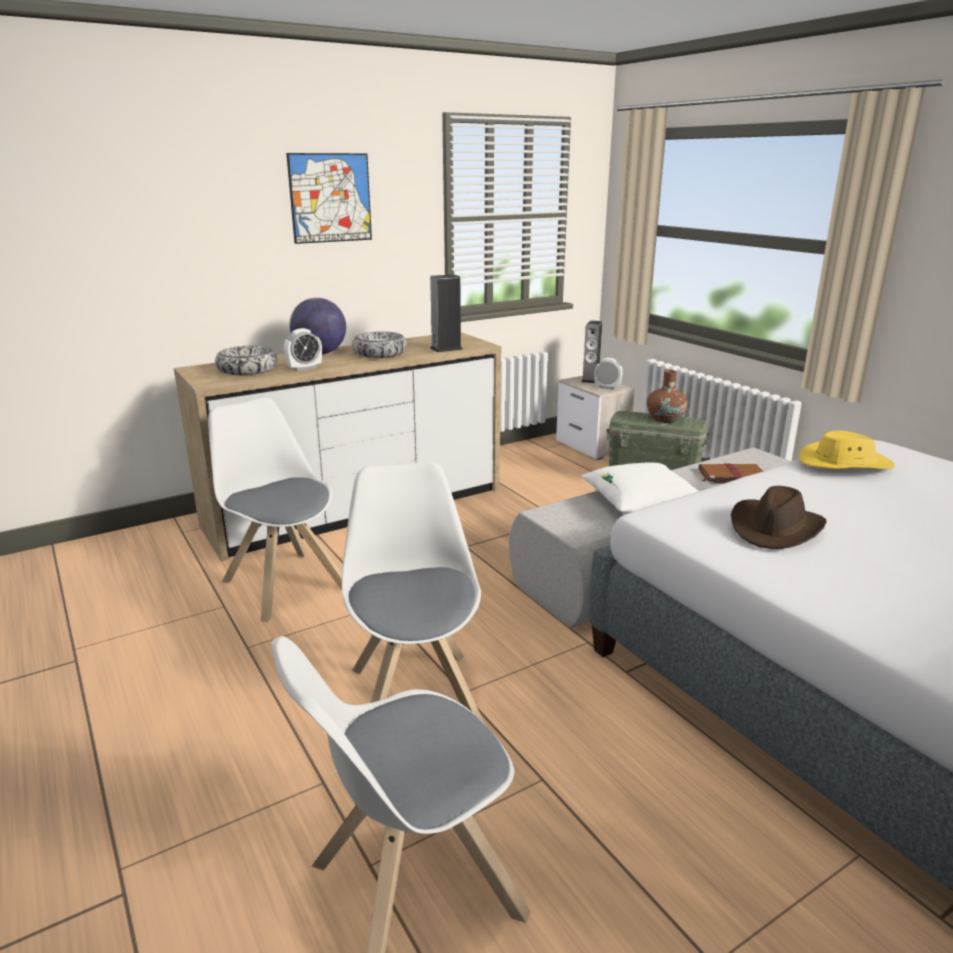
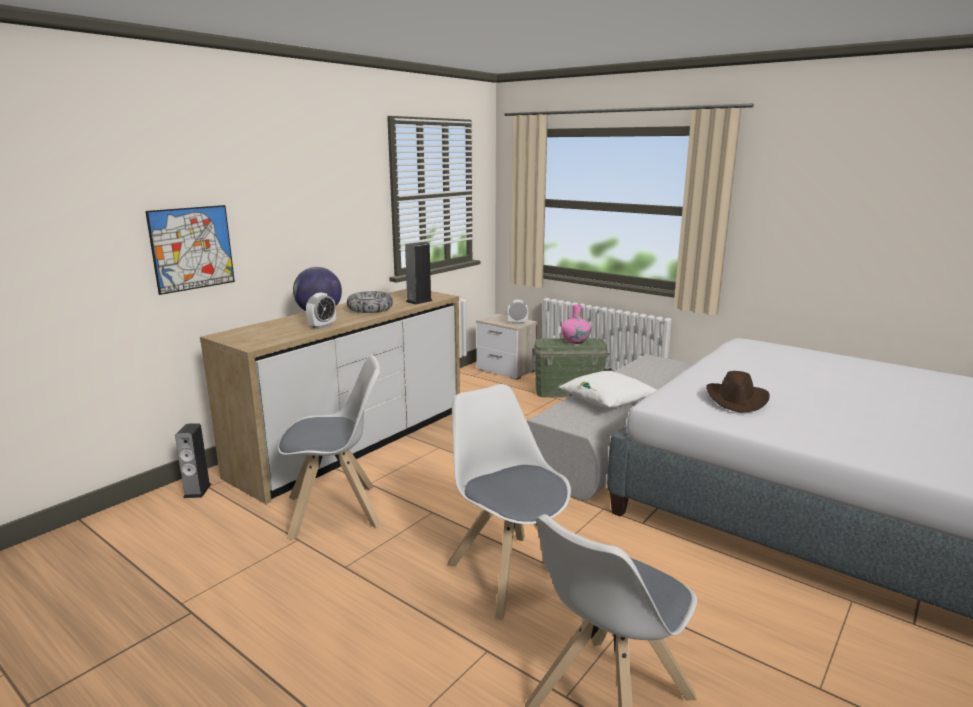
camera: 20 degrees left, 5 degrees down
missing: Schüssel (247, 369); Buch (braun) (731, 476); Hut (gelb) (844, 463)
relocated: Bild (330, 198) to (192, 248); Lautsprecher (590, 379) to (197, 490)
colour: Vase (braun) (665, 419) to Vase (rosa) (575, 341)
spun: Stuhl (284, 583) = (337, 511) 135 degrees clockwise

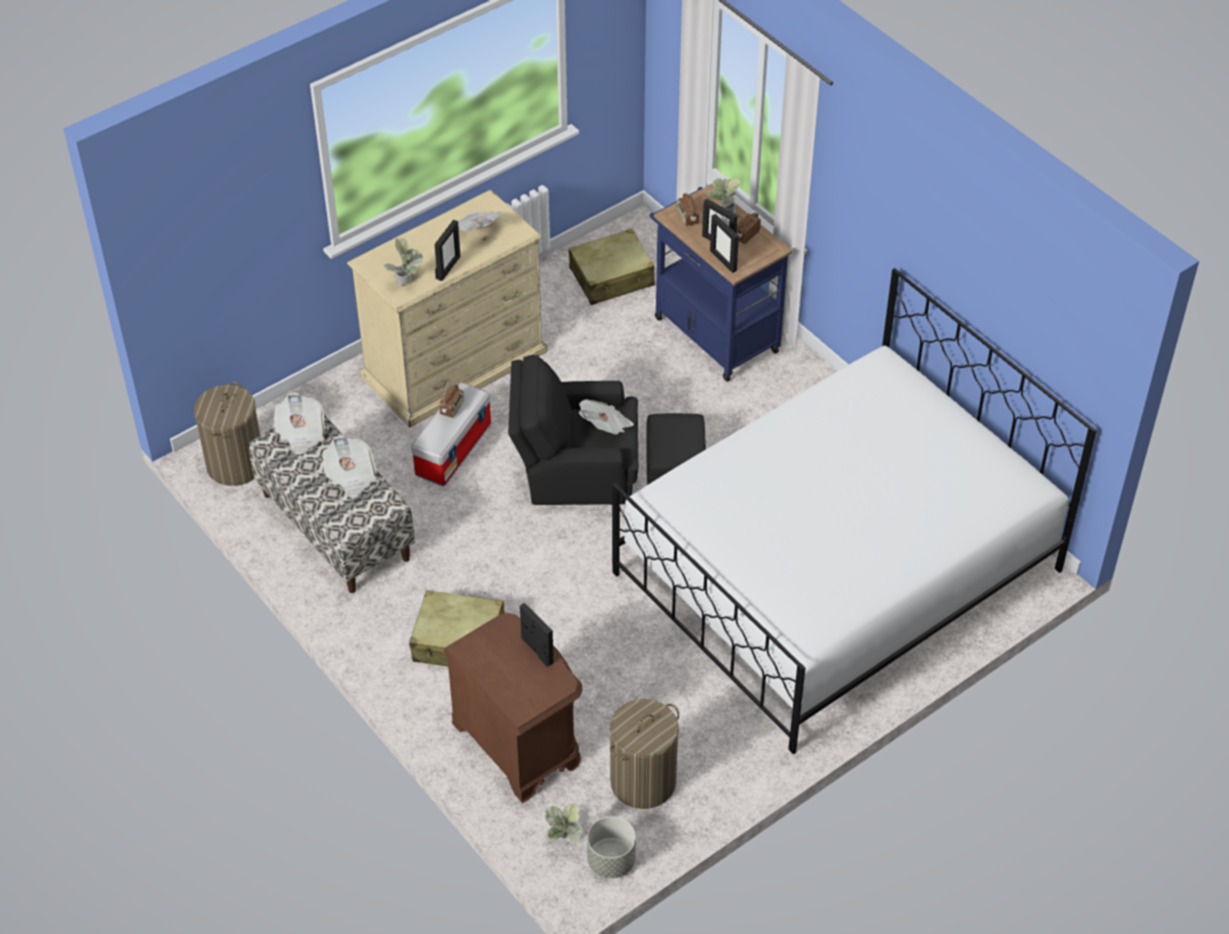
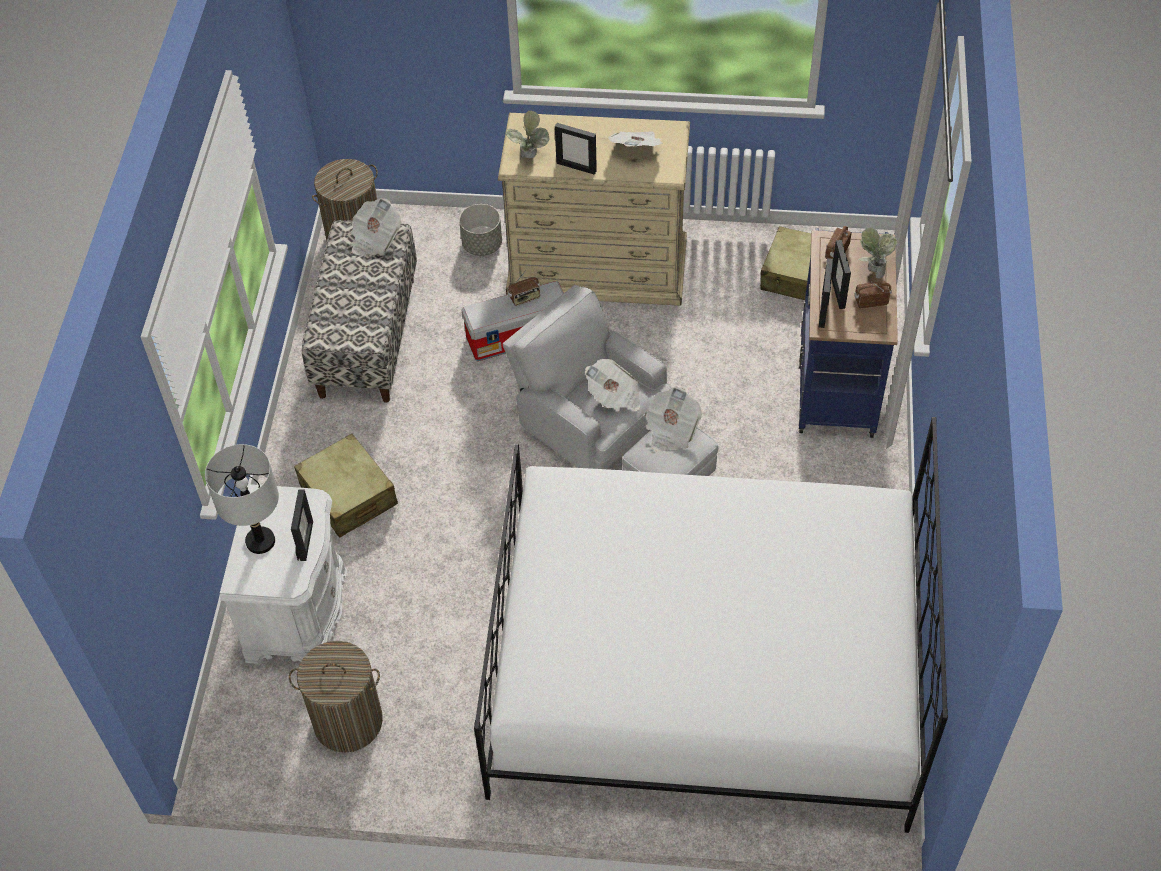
camera: 45 degrees right, 5 degrees up
missing: Topfpflanze (563, 843)
appeared: Tischlampe (grau) (260, 541)
relocated: Zeitung (351, 476) to (671, 430); Pflanzkübel (grau) (611, 861) to (482, 245)
colour: Nachttisch (braun) (519, 740) to Nachttisch (weiß) (300, 610); Sessel (schwarz) (599, 470) to Sessel (weiß) (609, 434)
spun: Bilderrahmen (448, 267) = (576, 166) 45 degrees clockwise

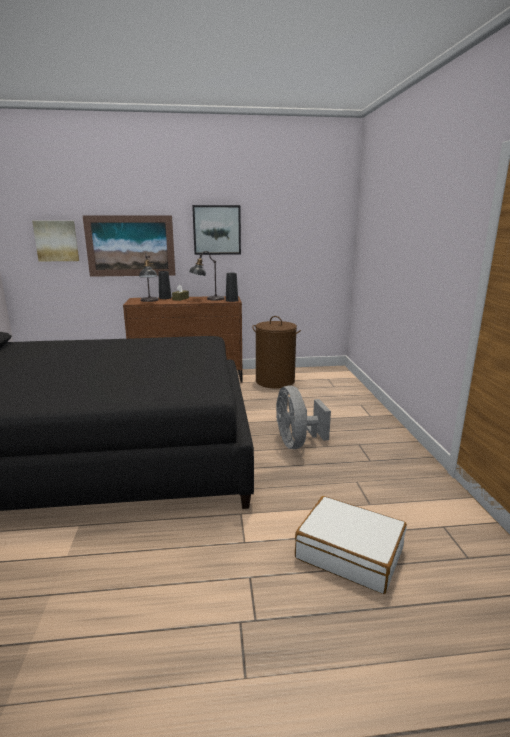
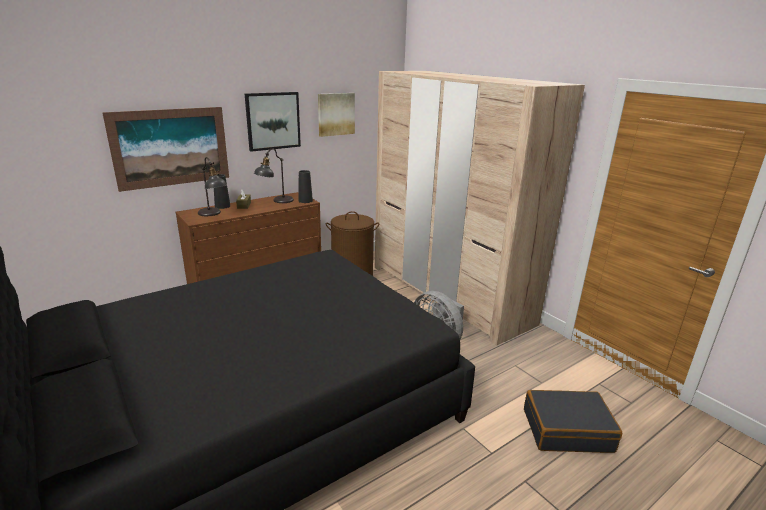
camera: 30 degrees left, 5 degrees up
appeared: Kleiderschrank (beige) (448, 293)
relocated: Bild (56, 241) to (336, 114)
colour: Koffer (weiß) (349, 553) to Koffer (schwarz) (567, 430)

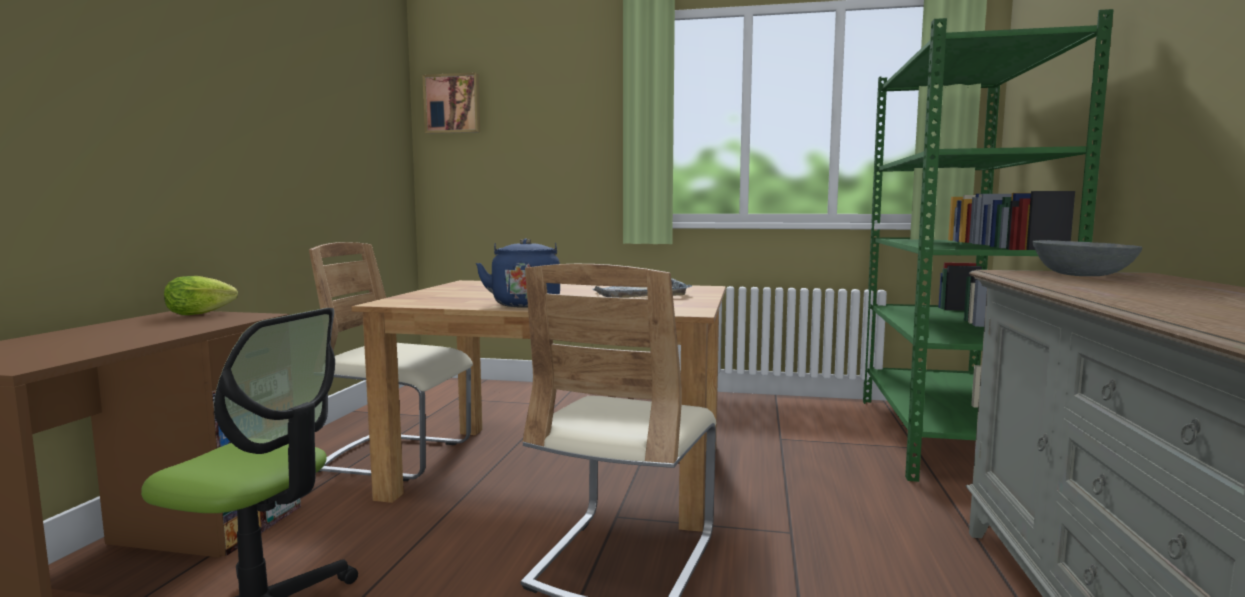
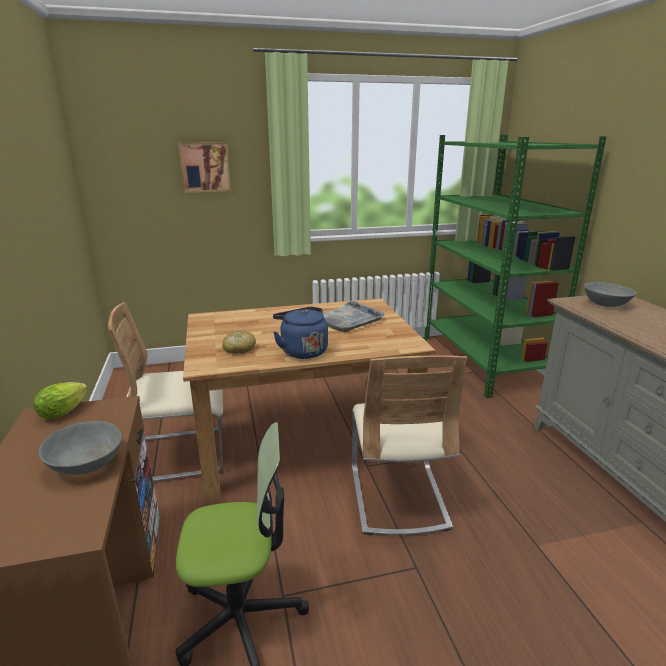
camera: 25 degrees left, 15 degrees up
appeared: Schüssel (grau) (85, 464); Brot (239, 349)
relocated: Bild (453, 104) to (205, 167)

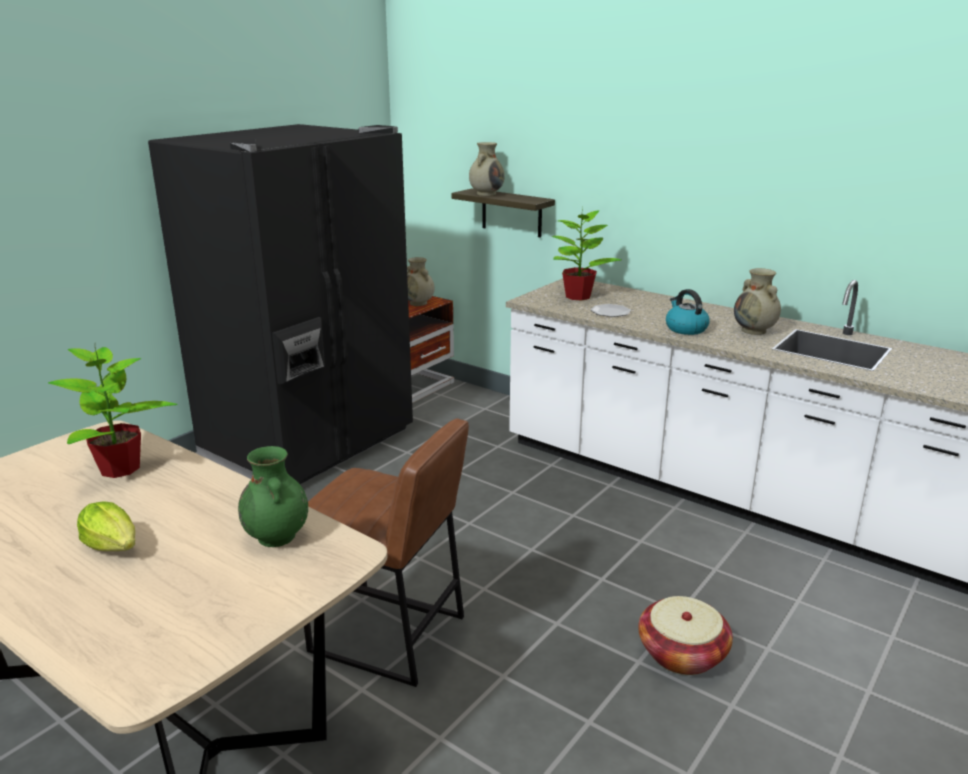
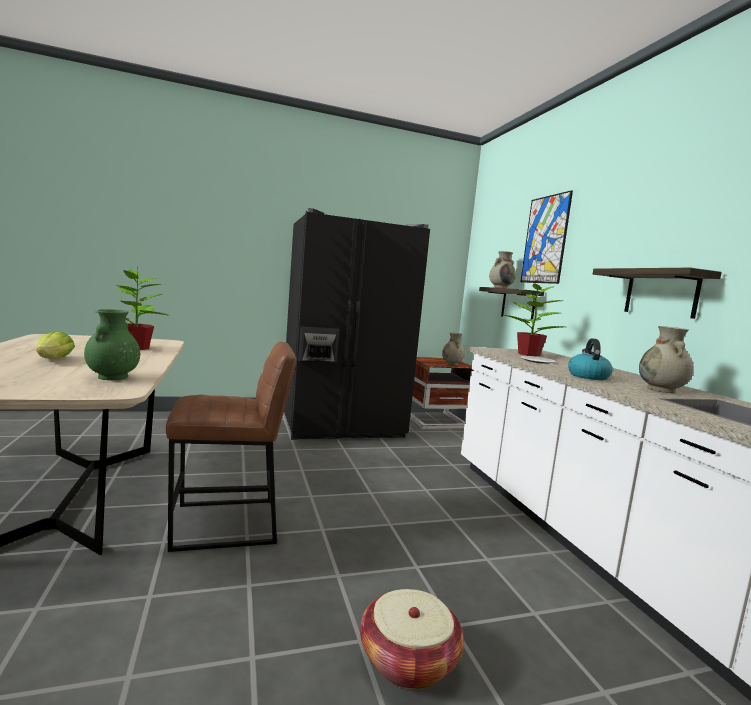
camera: 35 degrees right, 15 degrees down
appeared: Bild (545, 240); Wandregal (661, 293)
spun: Stuhl (braun) (390, 634) = (228, 523) 75 degrees counterclockwise

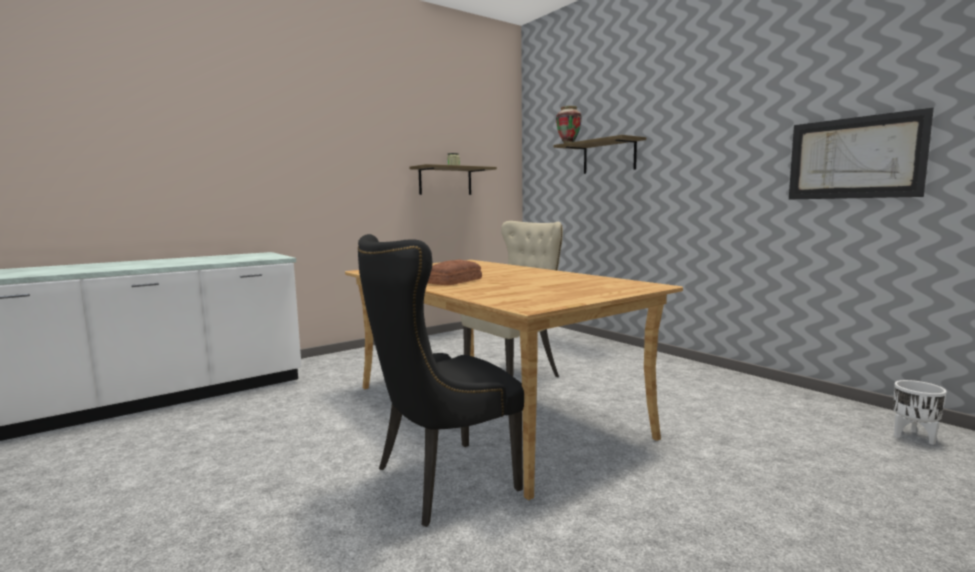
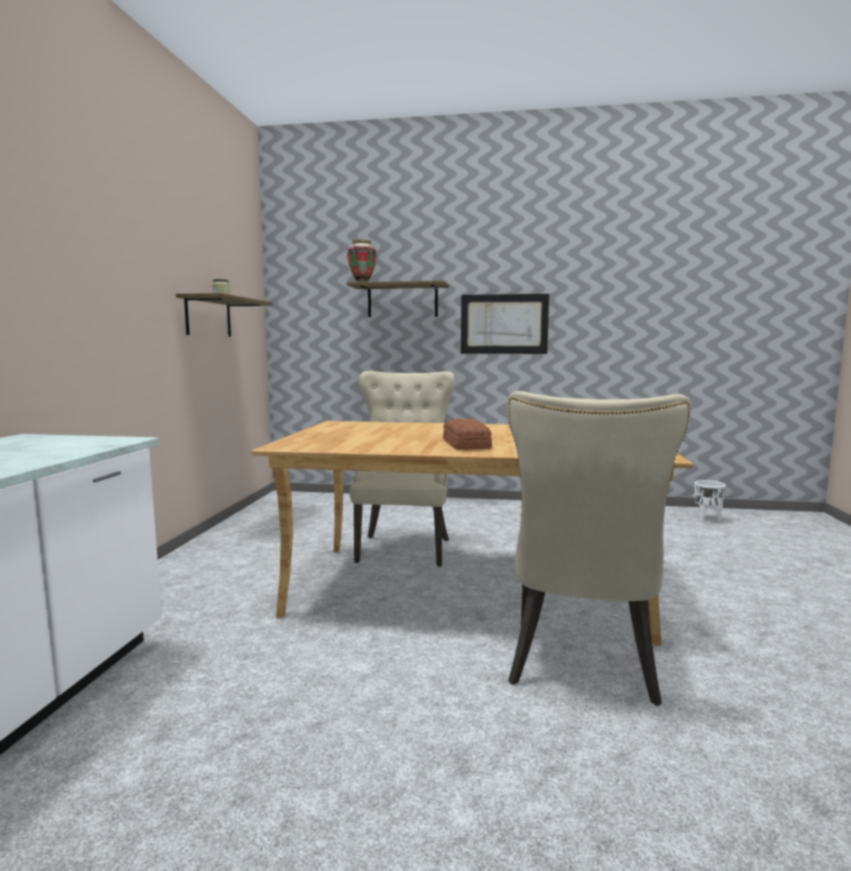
camera: 45 degrees left, 0 degrees up
relocated: Bild (854, 158) to (504, 324)
colour: Stuhl (schwarz) (443, 481) to Stuhl (beige) (581, 664)

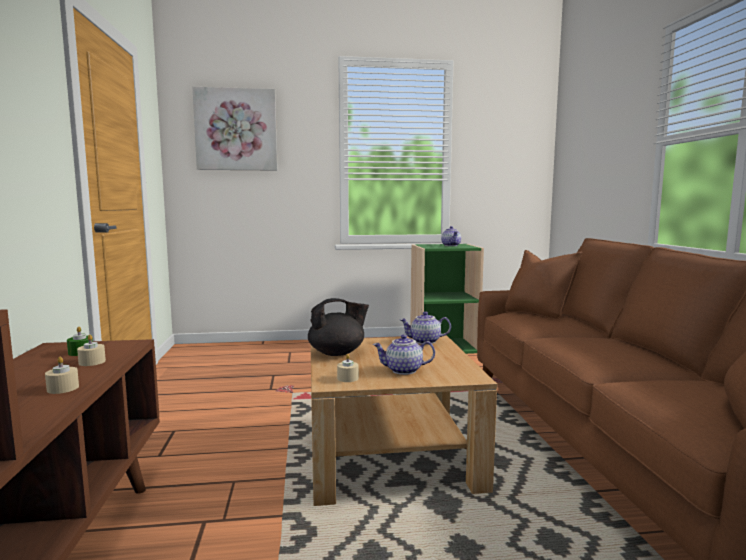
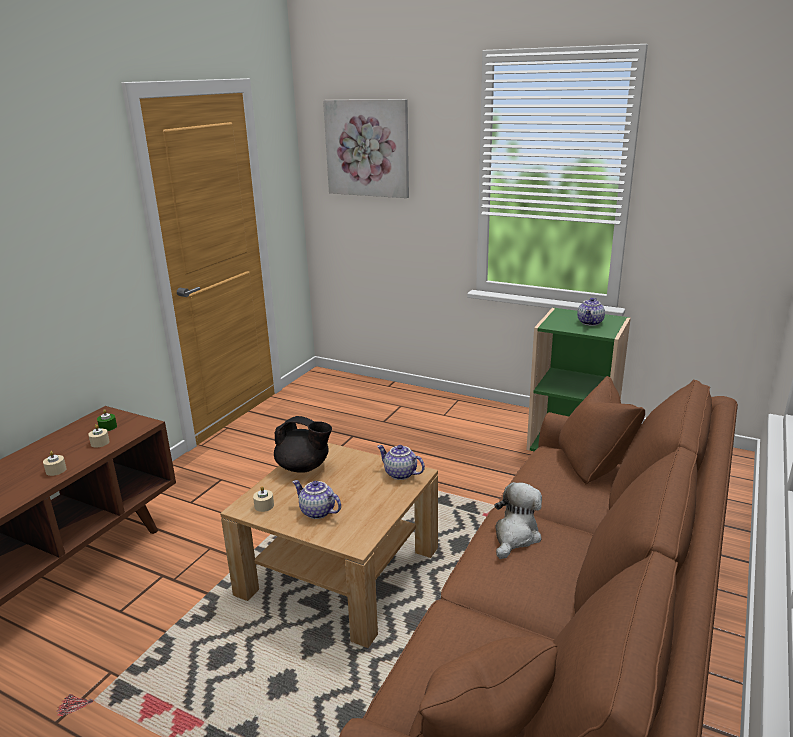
camera: 35 degrees right, 15 degrees up
appeared: Plüschtier (515, 536)

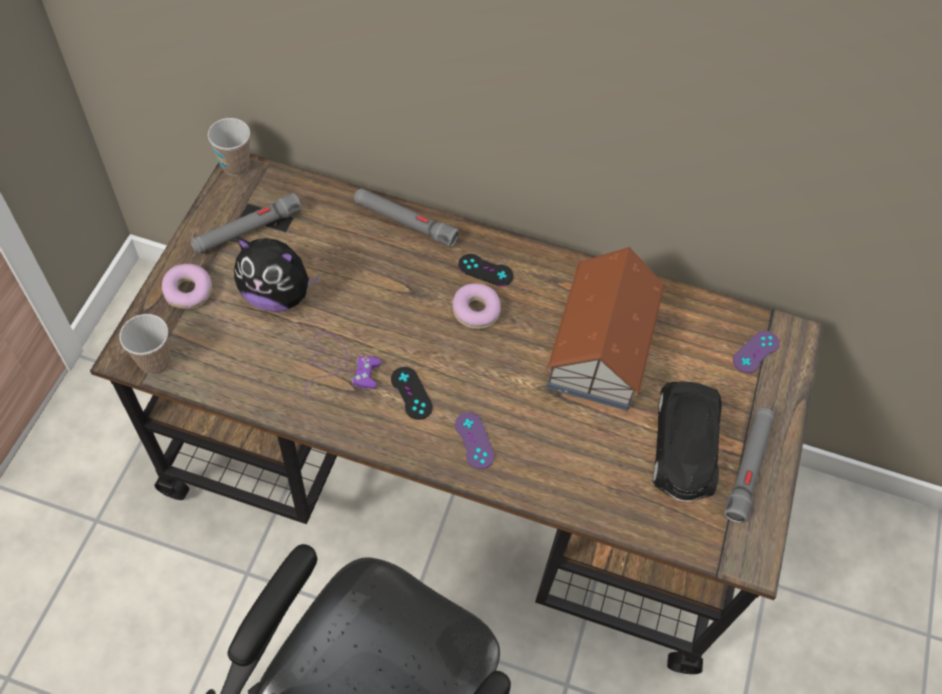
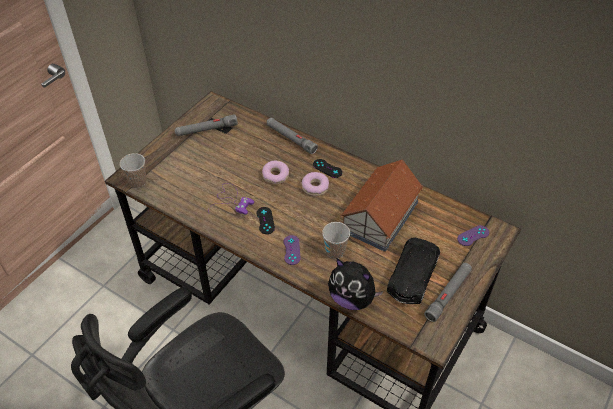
camera: 20 degrees right, 10 degrees down
relocated: Donut (188, 291) to (275, 175); Tasse (235, 165) to (335, 252); Plüschtier (277, 295) to (352, 298)

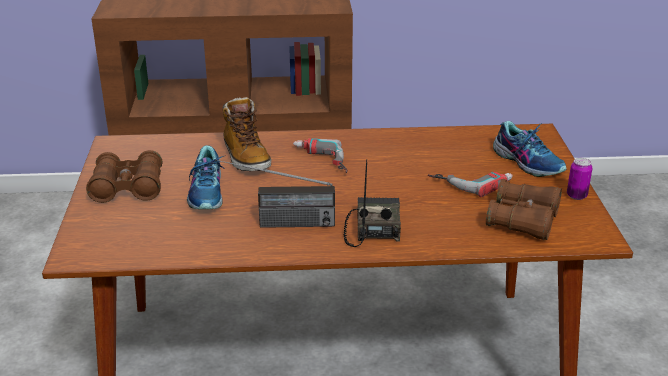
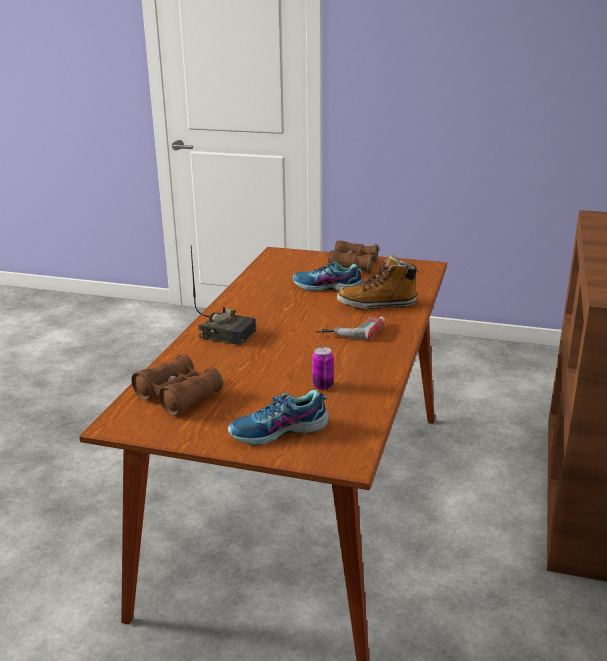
camera: 110 degrees right, 5 degrees down
missing: Radio (276, 223); Bohrmaschine (471, 181)
relocated: Dose (576, 196) to (322, 386)

